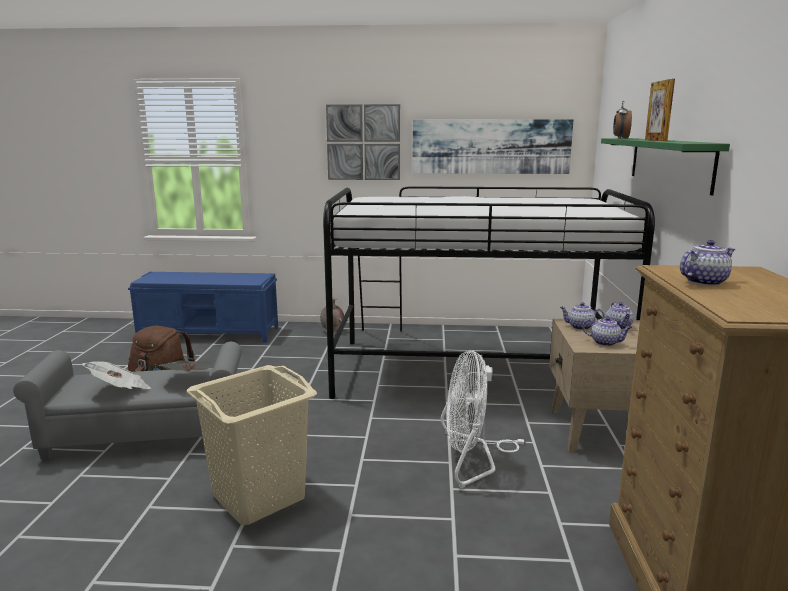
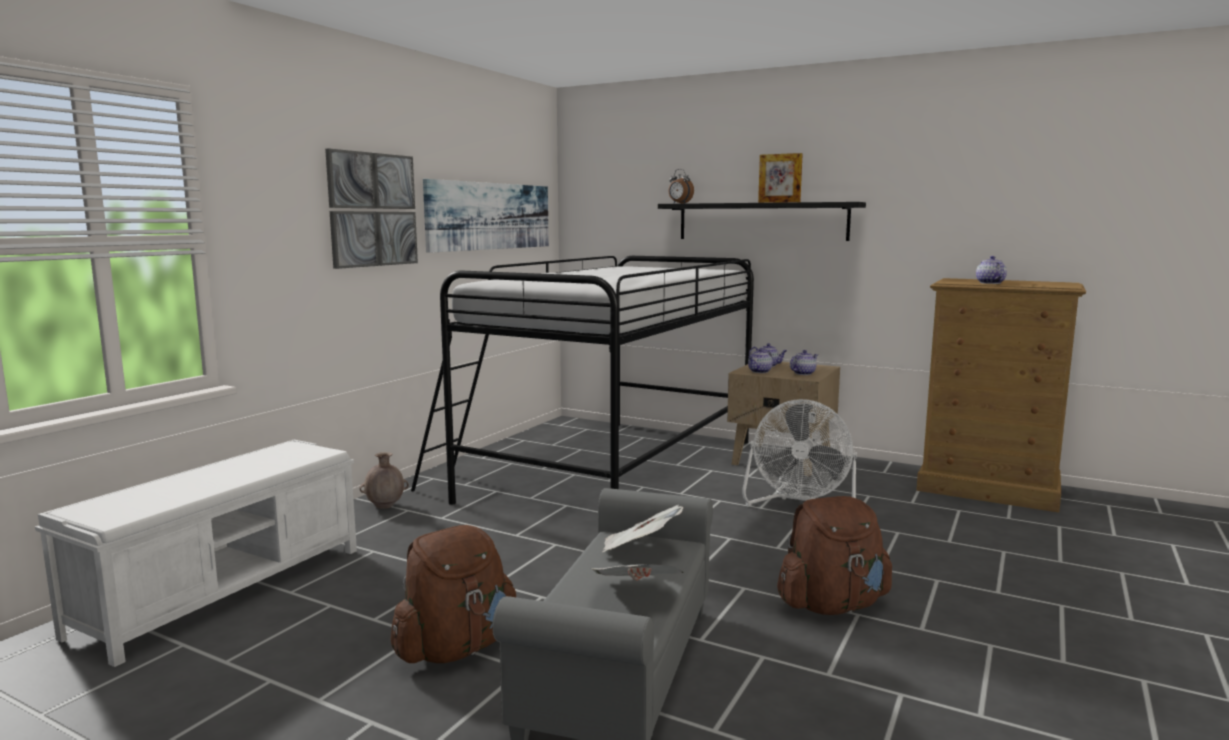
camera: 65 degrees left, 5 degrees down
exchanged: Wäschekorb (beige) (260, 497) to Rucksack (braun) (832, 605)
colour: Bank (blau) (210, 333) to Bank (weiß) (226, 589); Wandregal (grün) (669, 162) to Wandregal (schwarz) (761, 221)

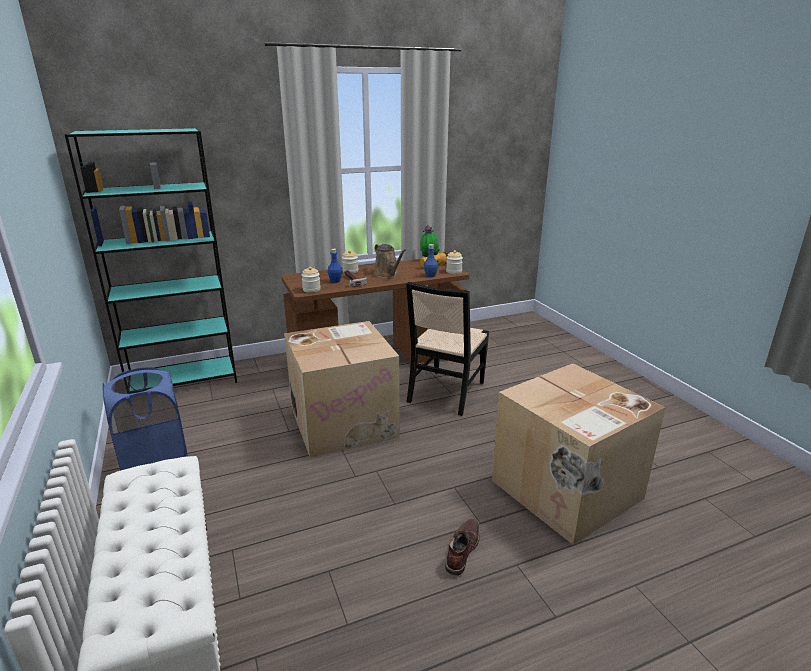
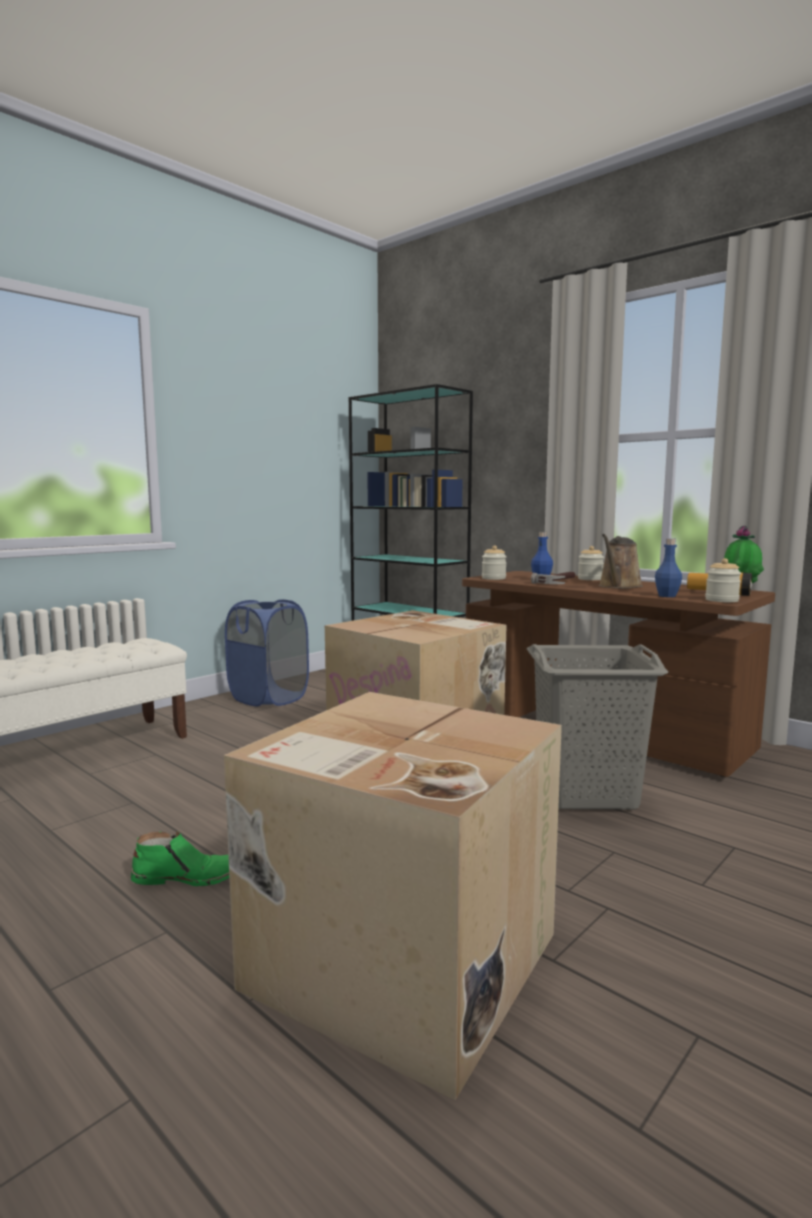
camera: 65 degrees right, 15 degrees down
exchanged: Stuhl (446, 392) to Wäschekorb (grau) (585, 792)
colour: Stiefel (braun) (462, 549) to Stiefel (grün) (189, 877)

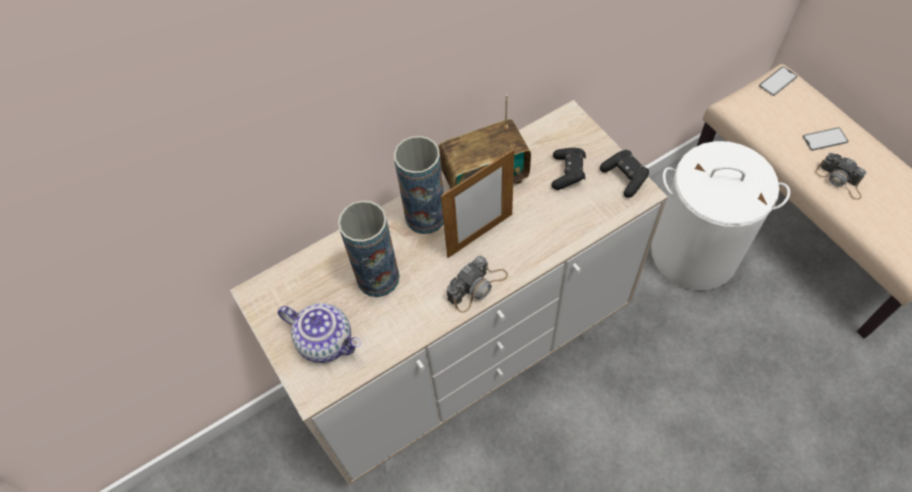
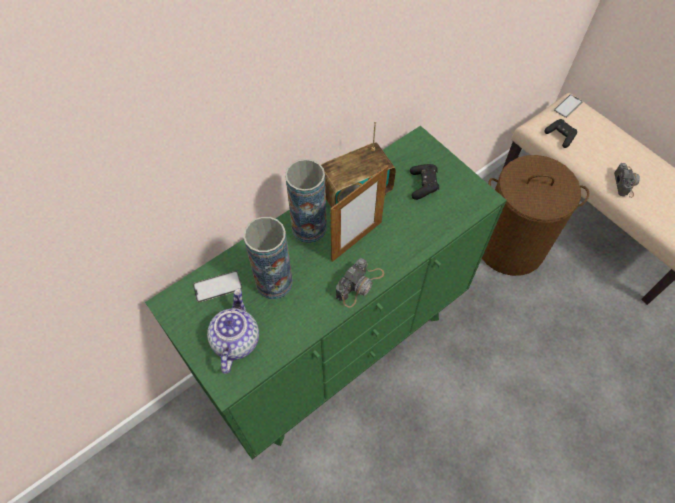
camera: 10 degrees left, 0 degrees up
relocated: Gamepad (schwarz) (624, 177) to (560, 136); Handy (825, 139) to (217, 286)
colour: Kommode (weiß) (464, 360) to Kommode (grün) (336, 346); Wäschekorb (weiß) (695, 253) to Wäschekorb (braun) (510, 246)
spun: Teekanne (326, 341) = (235, 340) 105 degrees counterclockwise; Kamera (840, 180) = (625, 181) 120 degrees counterclockwise

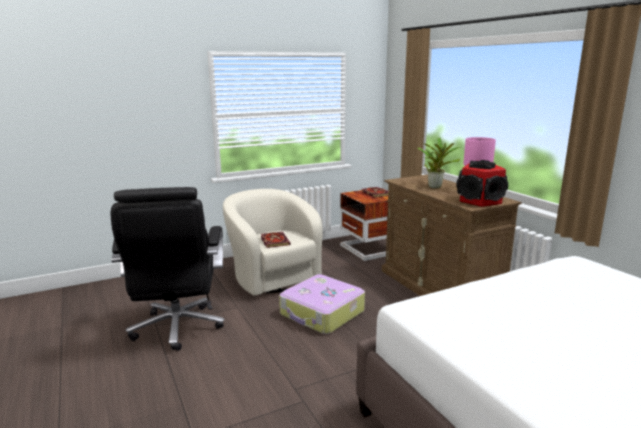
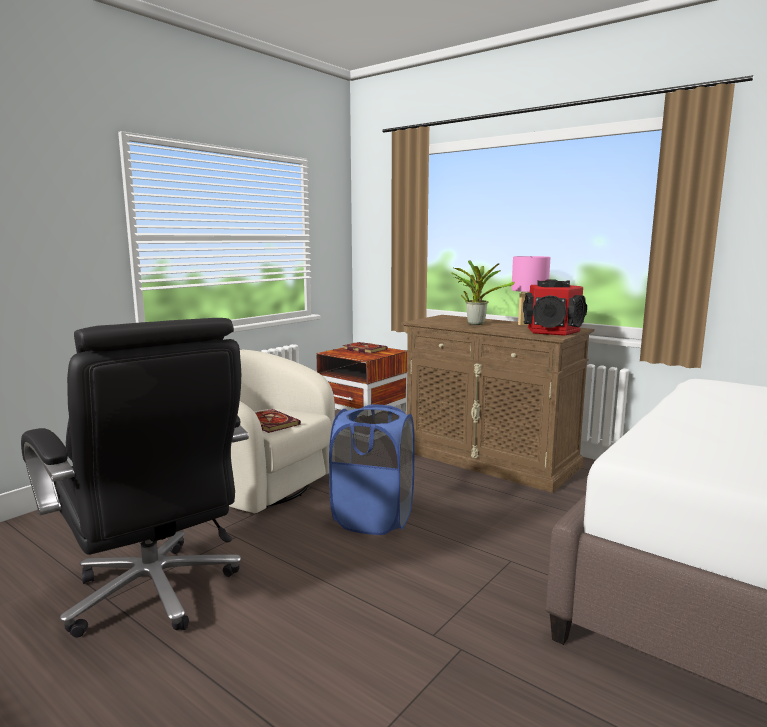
camera: 25 degrees left, 5 degrees down
exchanged: Koffer (322, 313) to Wäschekorb (blau) (373, 518)

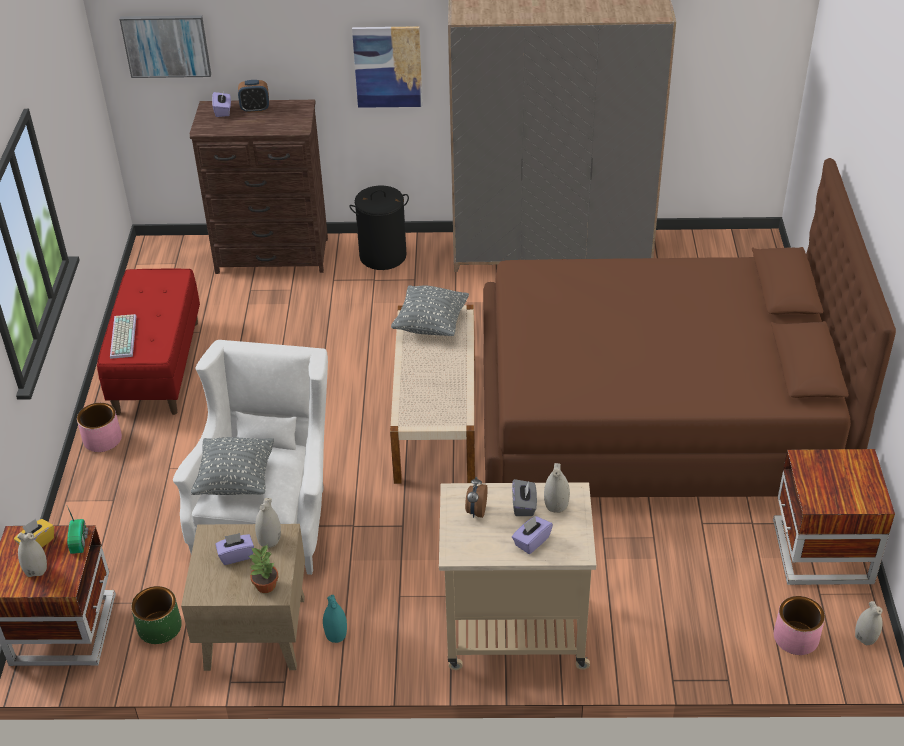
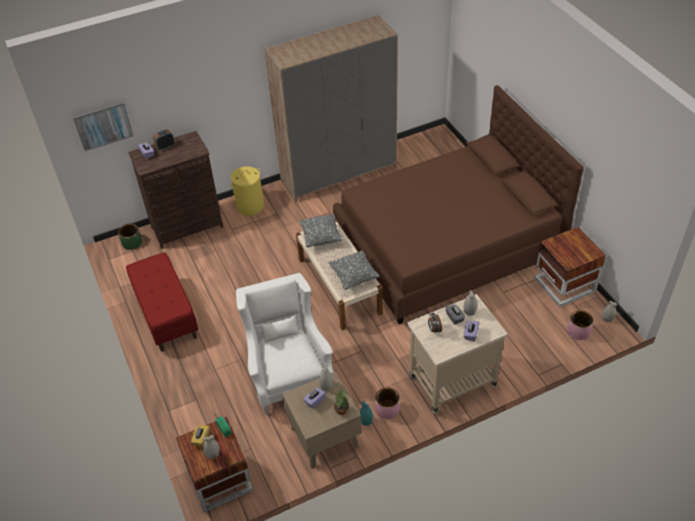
camera: 25 degrees left, 5 degrees up
missing: Tastatur (122, 336); Bild (388, 66)
relocated: Pflanzkübel (rosa) (102, 439) to (387, 409); Pflanzkübel (grün) (159, 628) to (132, 243); Kissen (grau) (236, 480) to (354, 277)
colour: Wäschekorb (schwarz) (383, 256) to Wäschekorb (gelb) (250, 206)

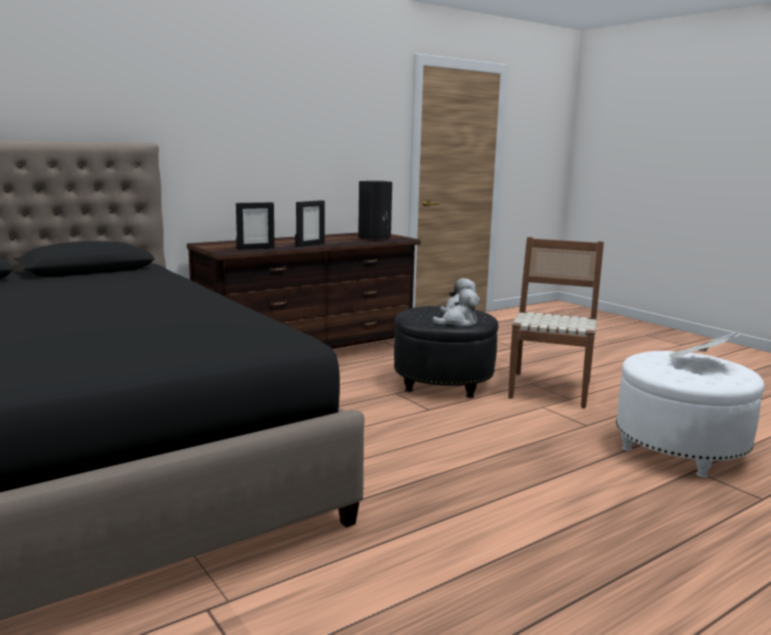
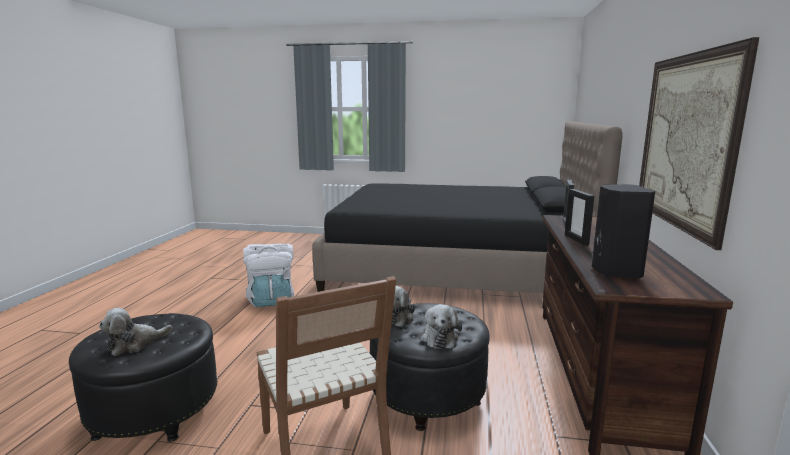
camera: 135 degrees right, 0 degrees up
appeared: Rucksack (weiß) (271, 300); Bild (685, 141)
exchanged: Zeitung (698, 362) to Plüschtier (135, 344)
colour: Polsterhocker (weiß) (680, 450) to Polsterhocker (schwarz) (154, 413)

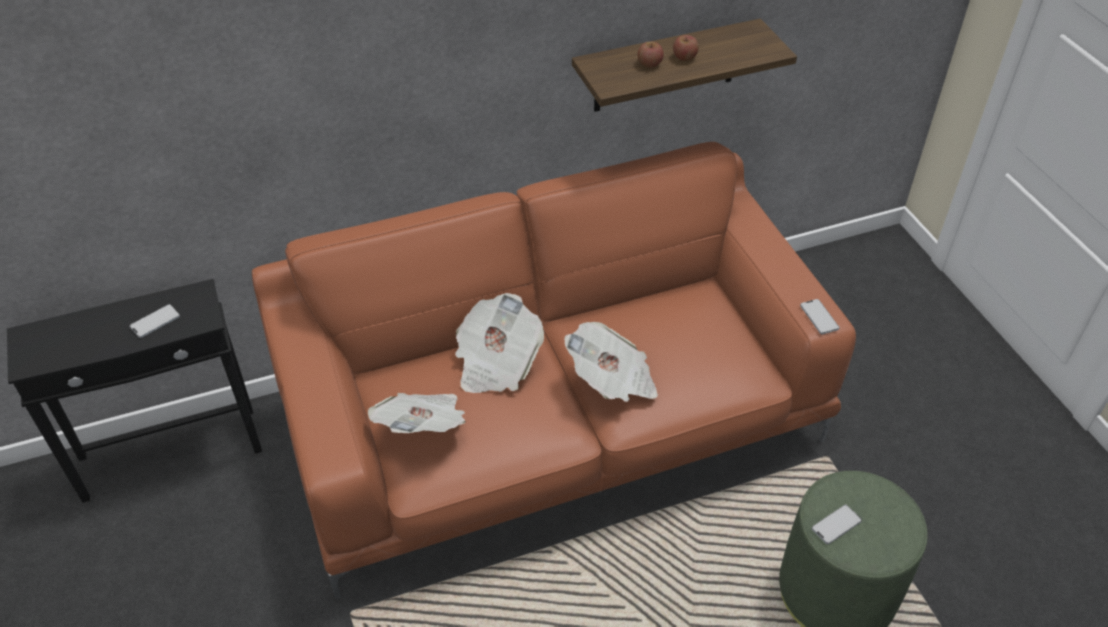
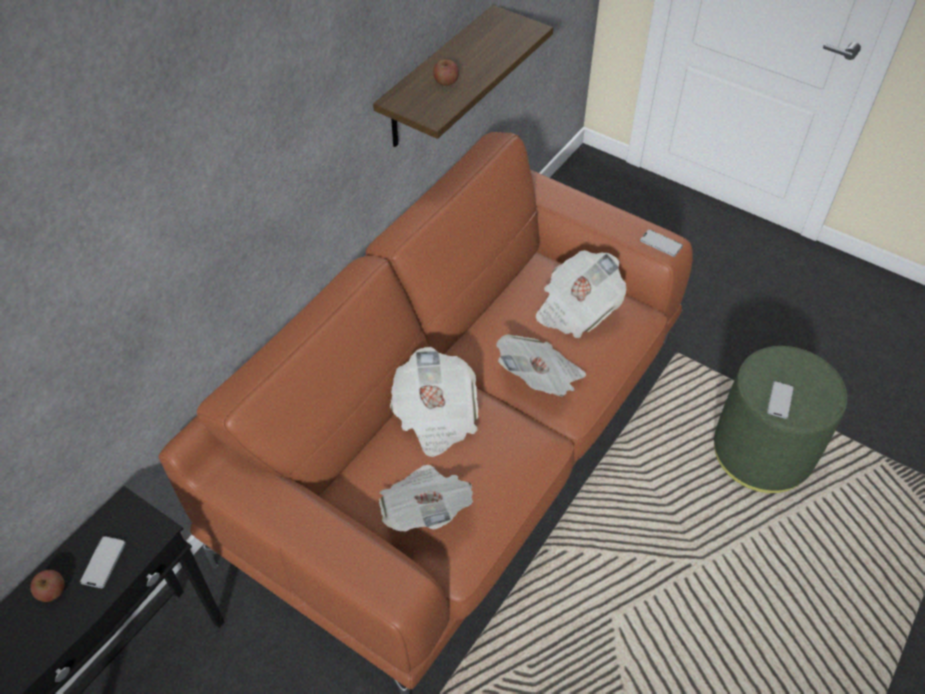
camera: 35 degrees left, 5 degrees up
appeared: Zeitung (576, 309)
relocated: Apfel (684, 57) to (52, 591)

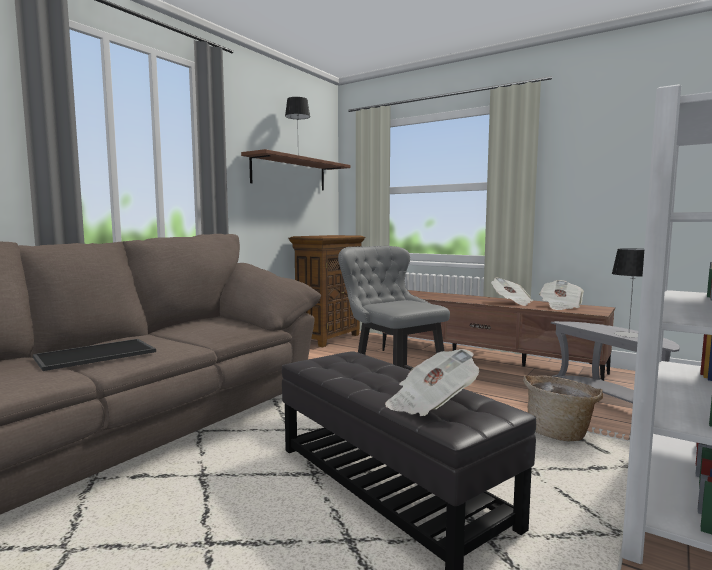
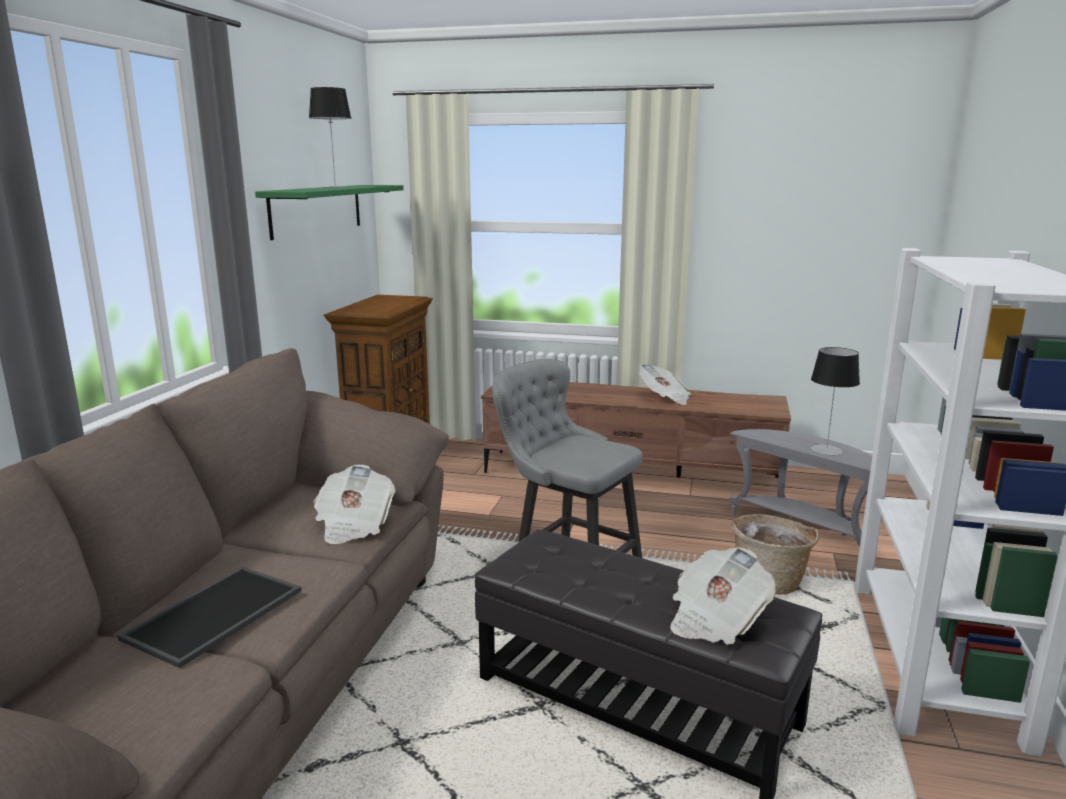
camera: 20 degrees left, 10 degrees up
relocated: Zeitung (560, 306) to (353, 525)
colour: Wandregal (braun) (289, 173) to Wandregal (grün) (317, 210)

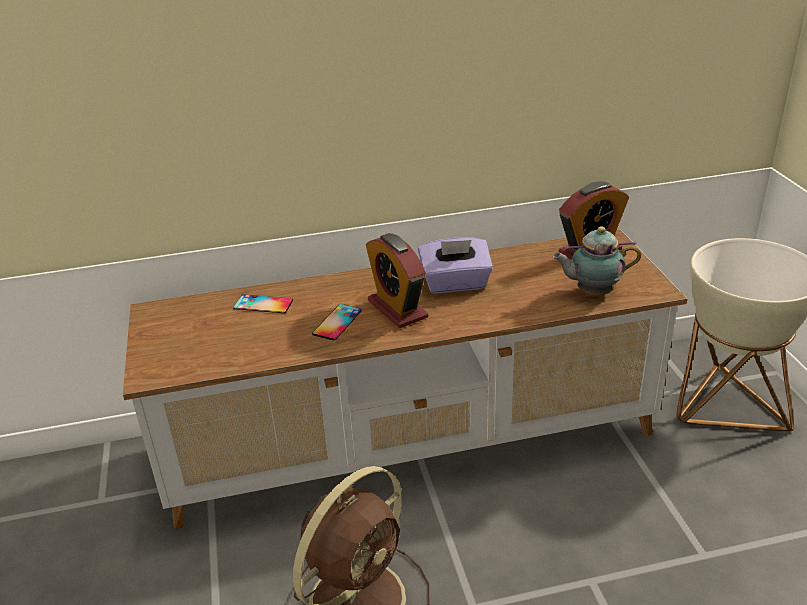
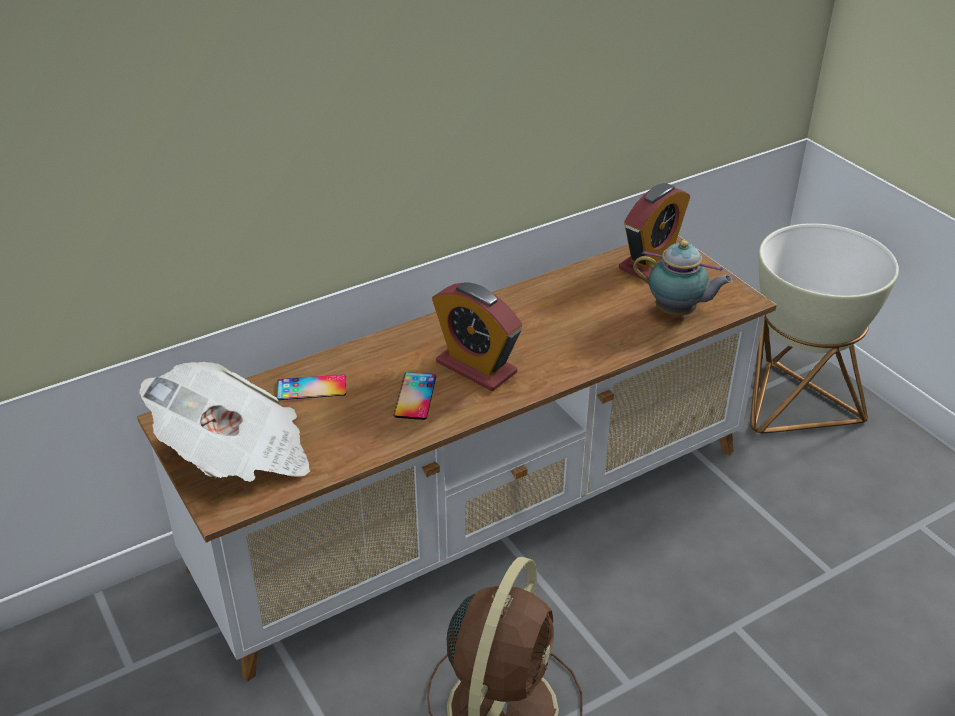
camera: 20 degrees left, 5 degrees up
missing: Taschentuchbox (lila) (455, 284)
appeared: Zeitung (236, 455)
spun: Teekanne (592, 292) = (677, 312) 135 degrees counterclockwise

